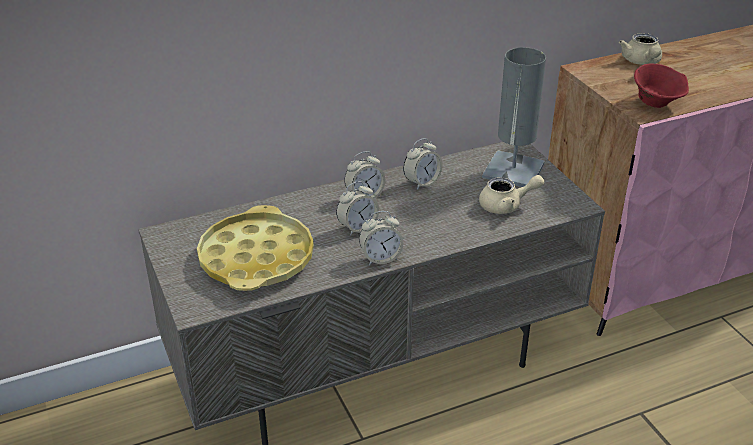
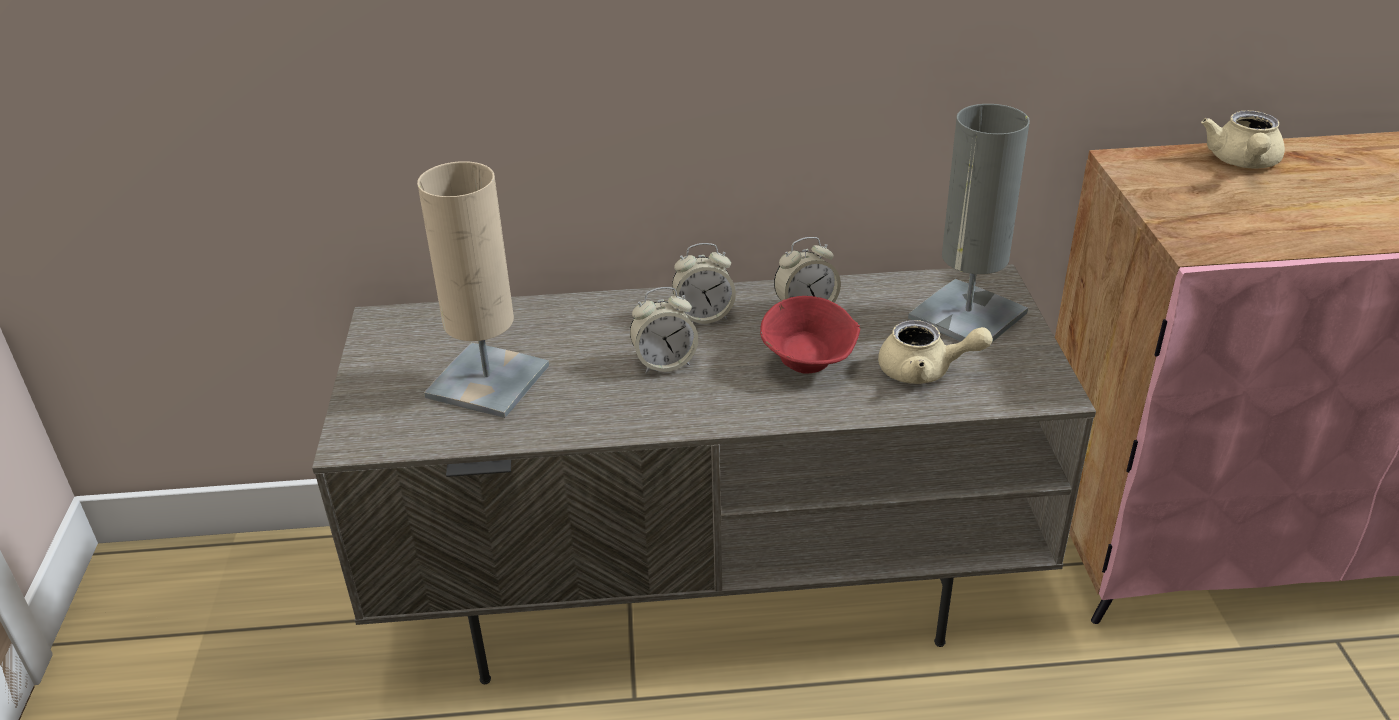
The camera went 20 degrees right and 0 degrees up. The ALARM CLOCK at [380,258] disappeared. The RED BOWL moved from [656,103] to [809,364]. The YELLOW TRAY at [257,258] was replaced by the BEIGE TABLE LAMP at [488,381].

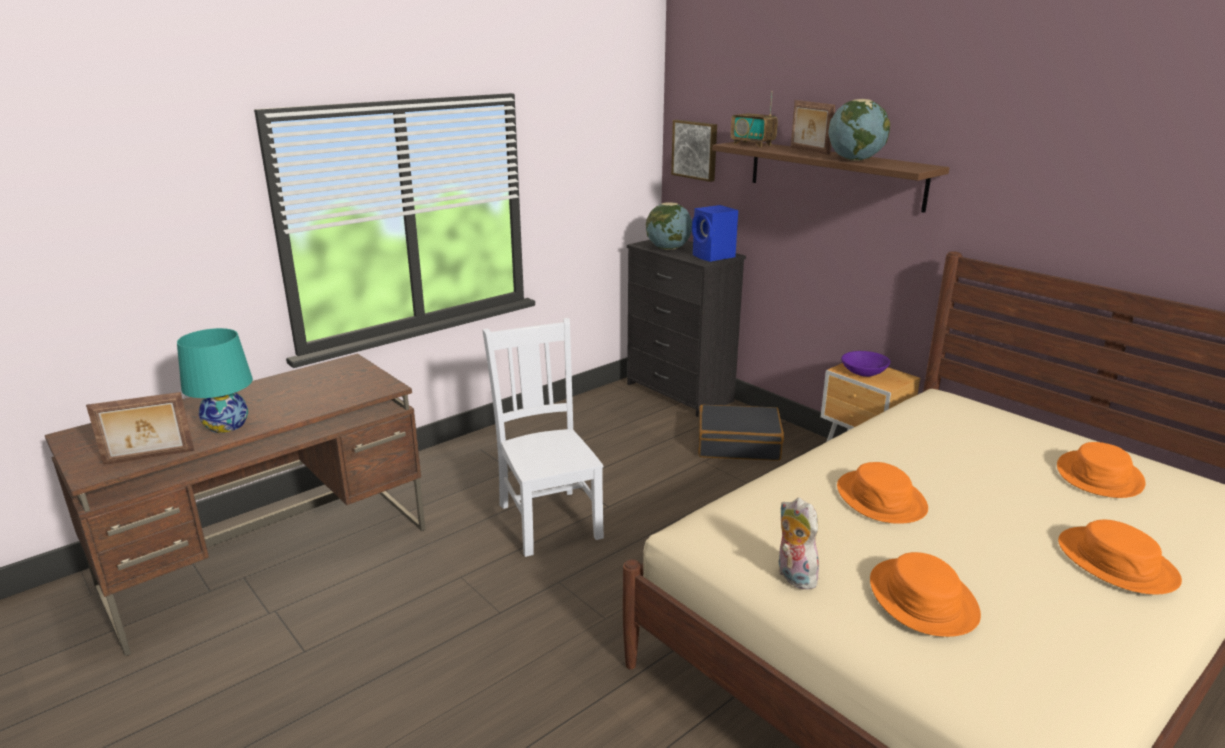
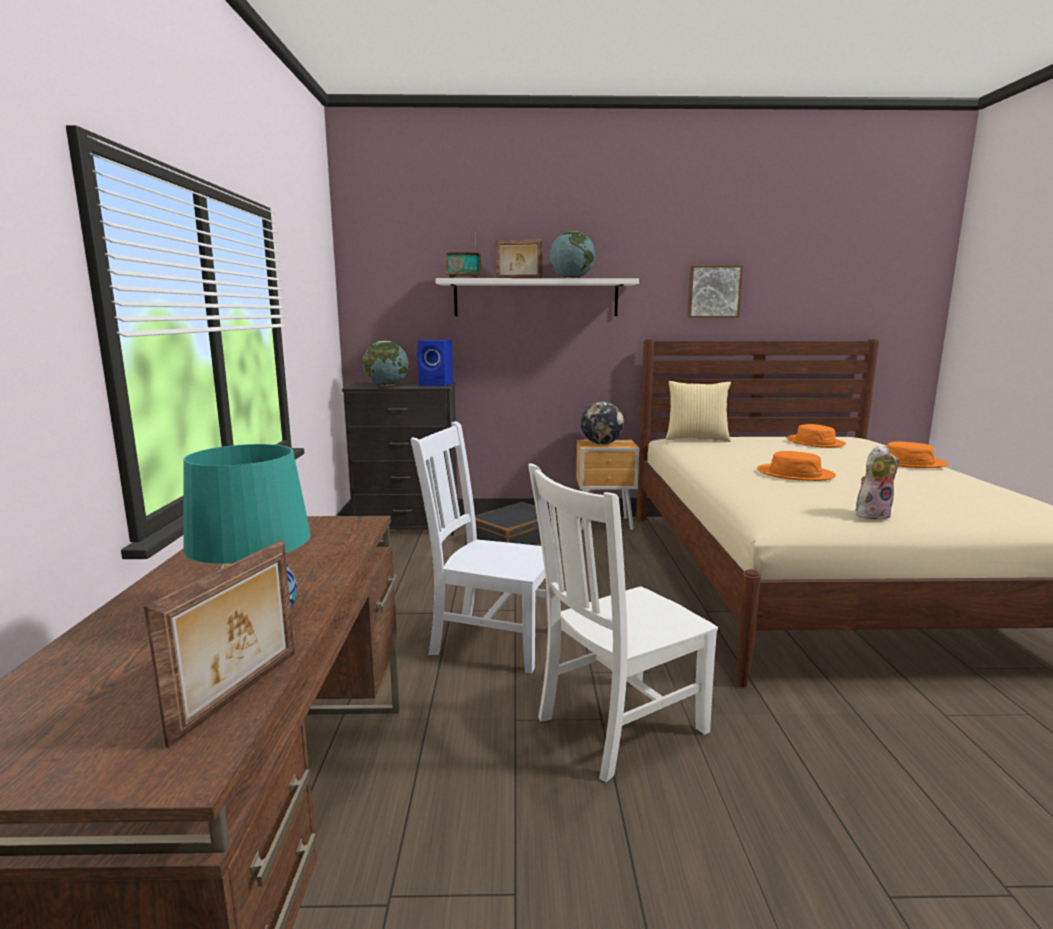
The camera went 50 degrees left and 10 degrees down. The ORANGE HAT at [922,598] disappeared. The WHITE CHAIR at [617,726] appeared. The PILLOW at [696,439] appeared. The PICTURE moved from [695,150] to [713,292]. The PURPLE BOWL at [864,372] was replaced by the GLOBE at [601,444]. The BROWN SHELF at [834,174] became the WHITE SHELF at [536,298]. The PLUSH TOY at [793,576] turned 150 degrees clockwise.

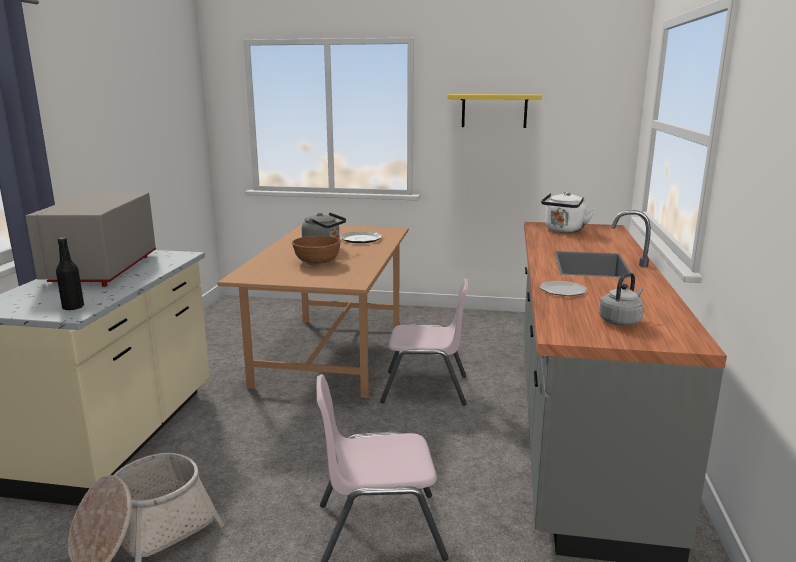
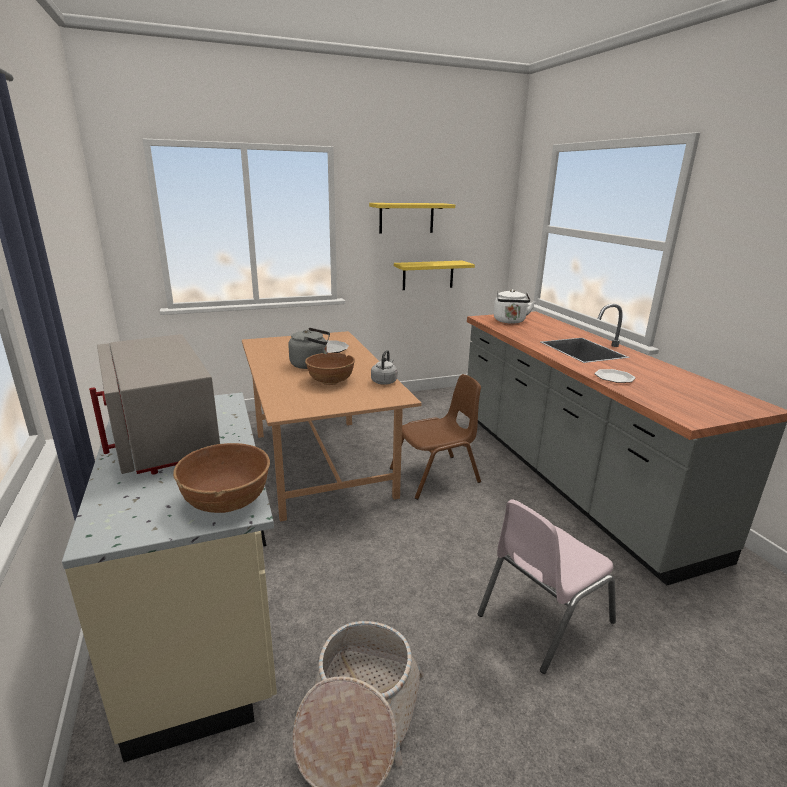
The camera went 30 degrees left and 5 degrees up. The YELLOW SHELF at [428,275] appeared. The GREY KETTLE moved from [621,321] to [384,381]. The BLACK BOTTLE at [73,307] was replaced by the BROWN BOWL at [227,501]. The PINK CHAIR at [425,389] became the BROWN CHAIR at [435,476].

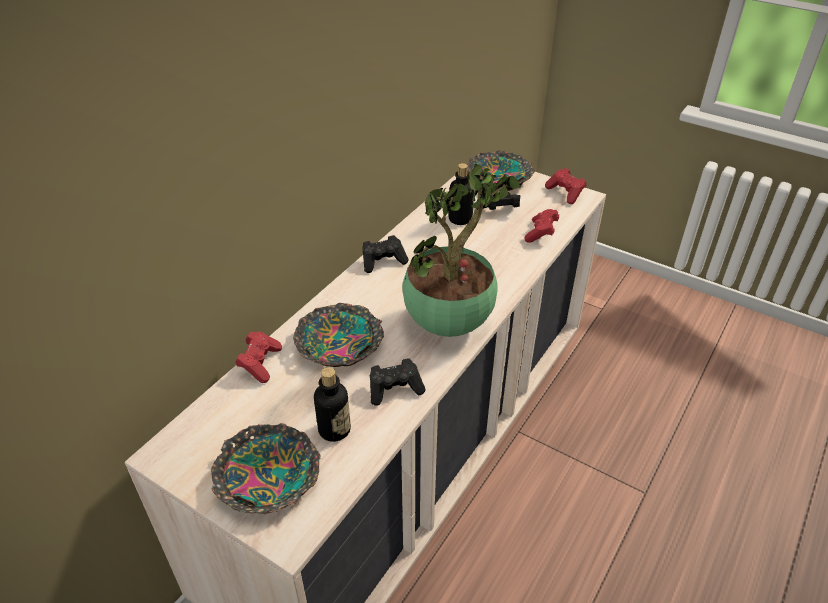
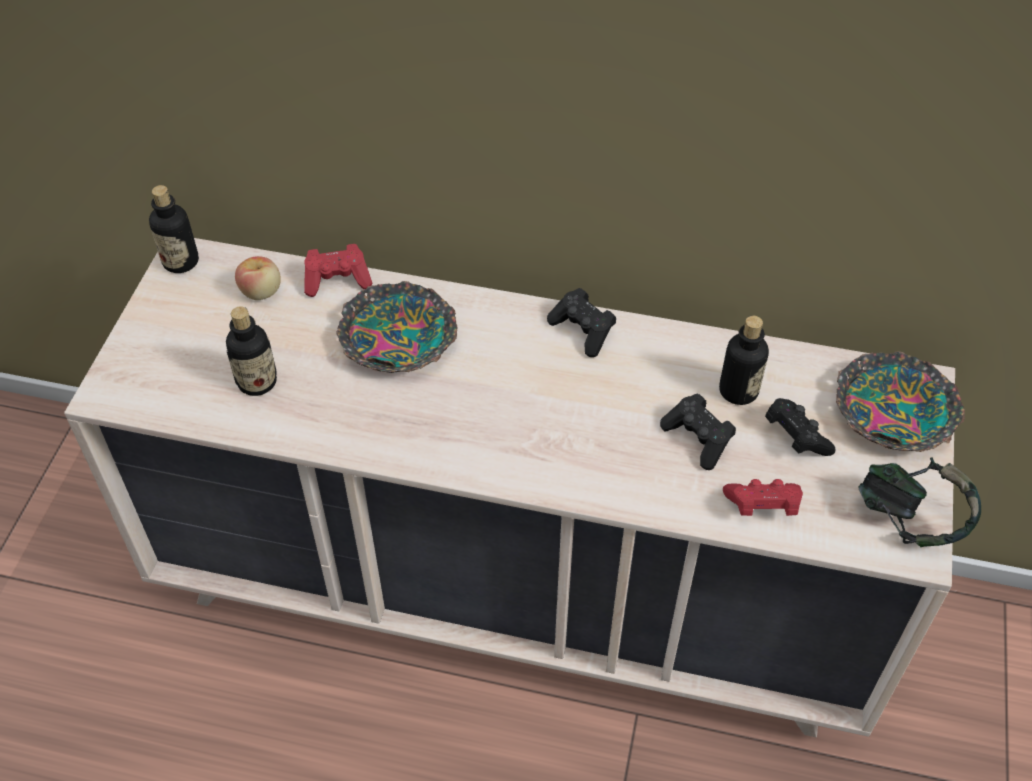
The camera went 70 degrees right and 10 degrees up. The BOWL at [268,478] disappeared. The POTTED PLANT at [450,322] disappeared. The BOTTLE at [181,261] appeared. The APPLE at [262,291] appeared. The BLACK GAME CONTROLLER moved from [395,389] to [698,439]. The RED GAME CONTROLLER at [565,193] was replaced by the HEADPHONES at [910,520].

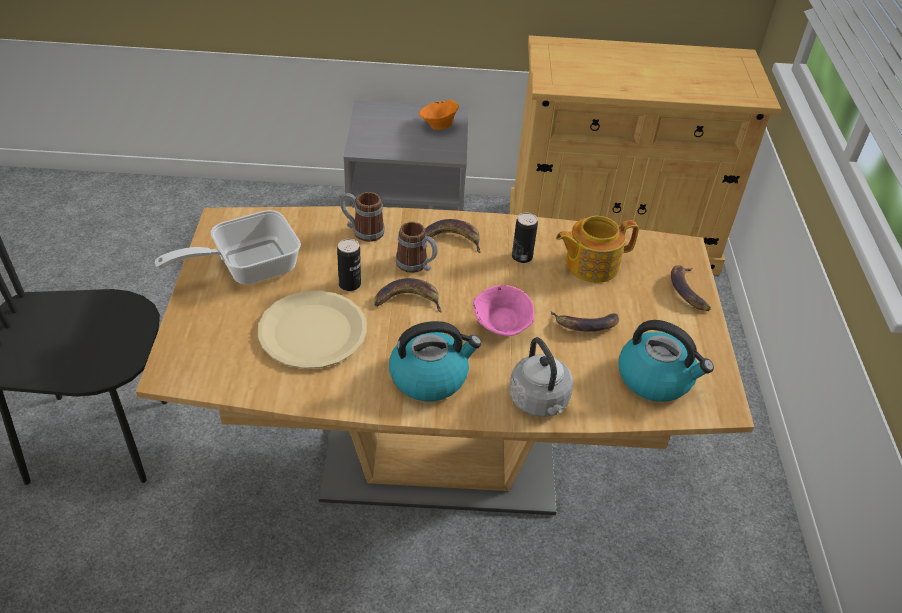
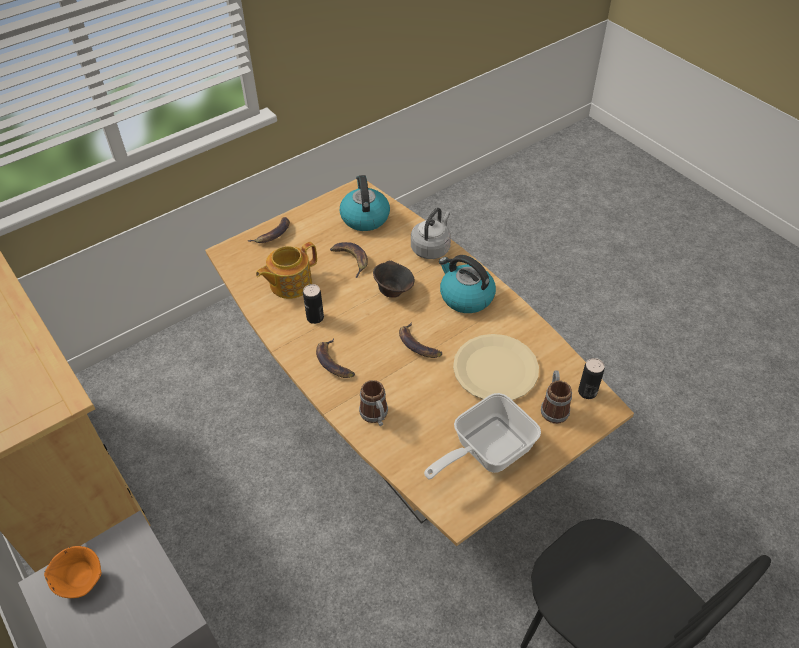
The camera went 125 degrees left and 5 degrees up. The CAN moved from [349,284] to [587,392]. The MUG moved from [416,265] to [553,407]. The PINK BOWL at [502,328] became the BROWN BOWL at [393,290]. The FRYING PAN at [246,267] turned 120 degrees clockwise. The TEAPOT at [590,264] turned 105 degrees clockwise.

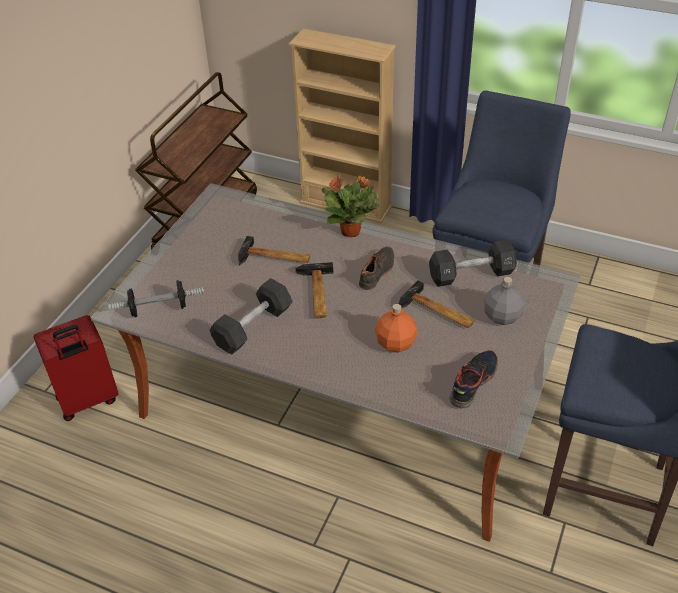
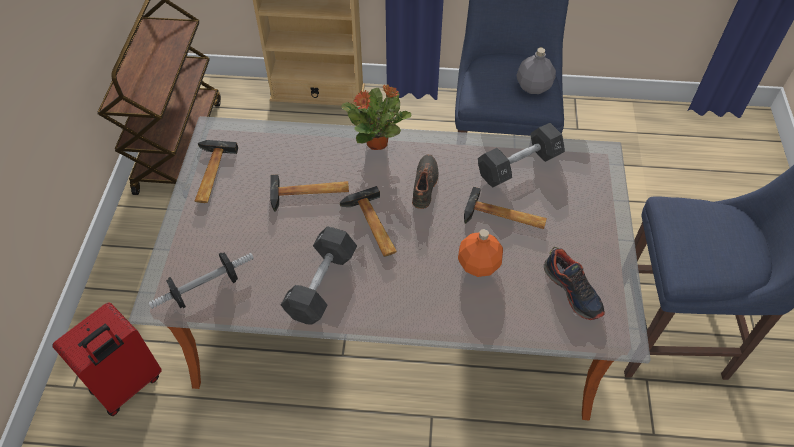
The camera went 20 degrees left and 10 degrees up. The HAMMER at [210,174] appeared. The GREY BOTTLE moved from [502,317] to [534,87]. The SHOE at [472,383] turned 135 degrees clockwise.

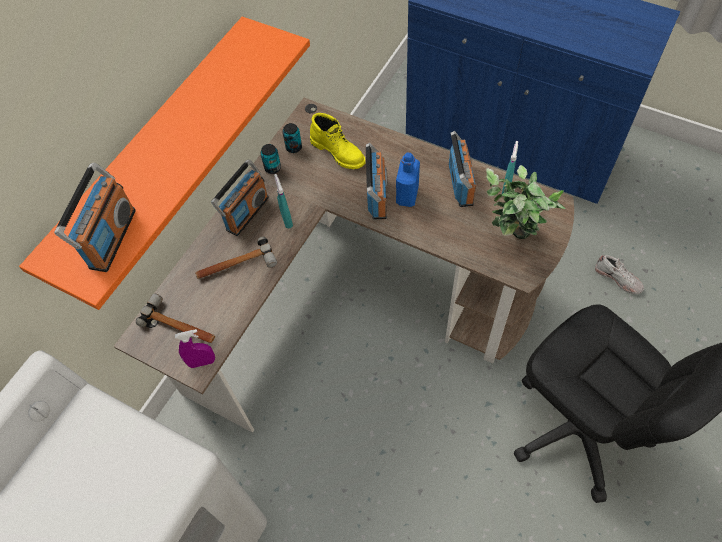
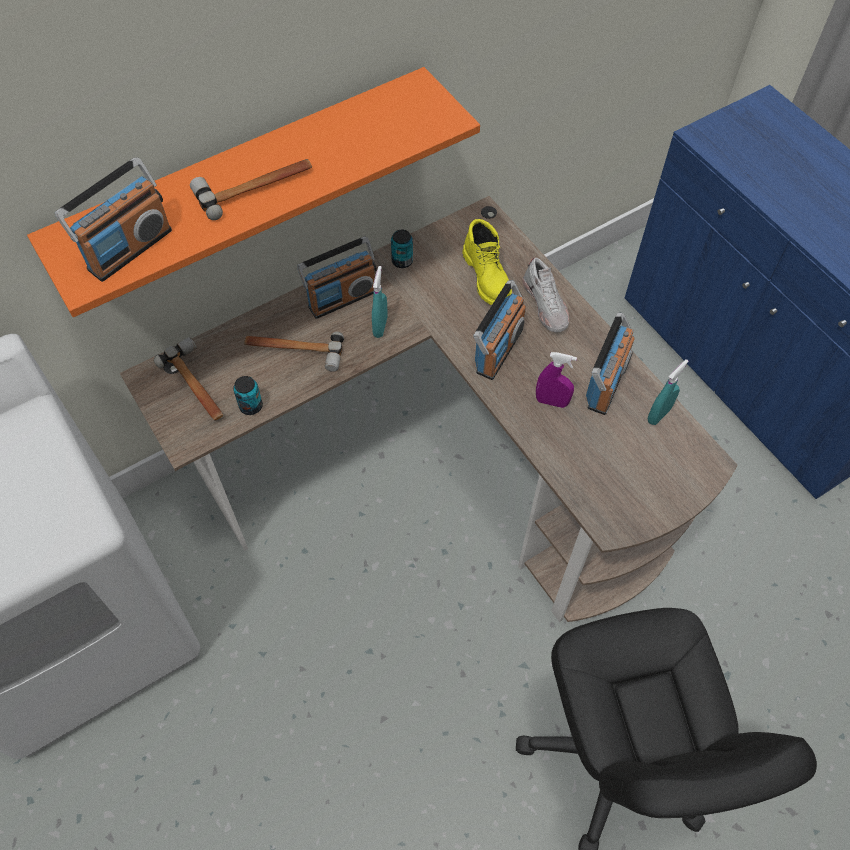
The camera went 25 degrees right and 0 degrees up. The BLUE BOTTLE at [407,195] disappeared. The POTTED PLANT at [512,241] disappeared. The HAMMER at [255,187] appeared. The PURPLE SPRAY BOTTLE moved from [202,362] to [551,402]. The CAN moved from [294,147] to [251,406]. The WHITE SHOE moved from [618,278] to [546,305].

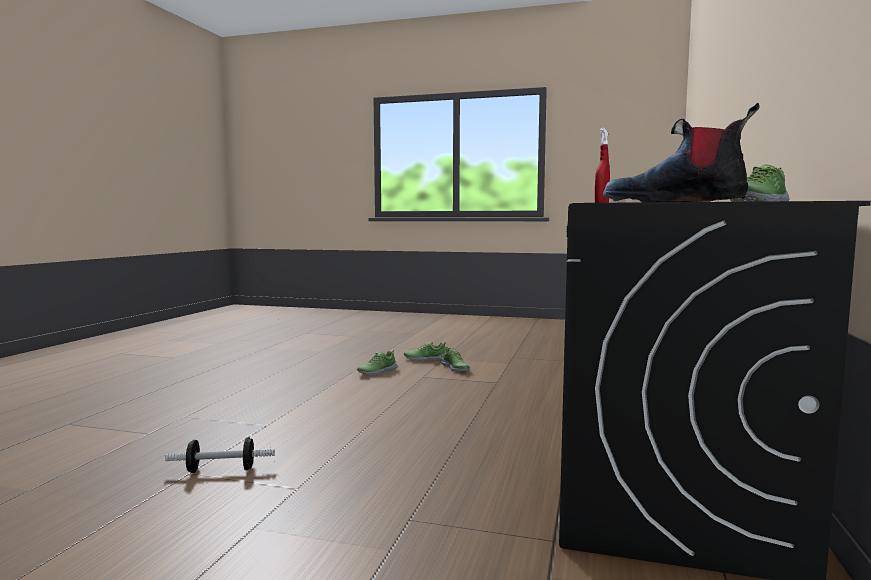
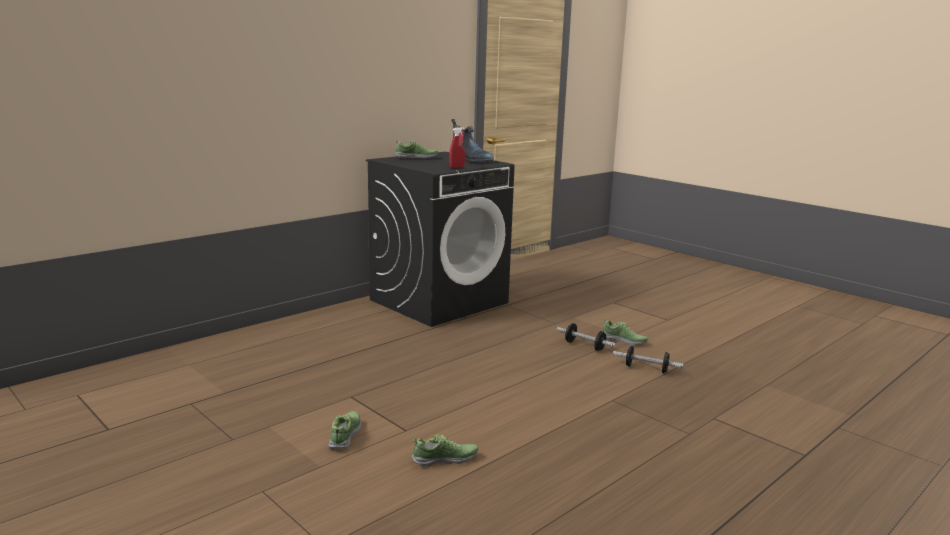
The camera went 150 degrees left and 10 degrees up. The DUMBBELL at [584,346] appeared. The SHOE moved from [425,359] to [624,340].

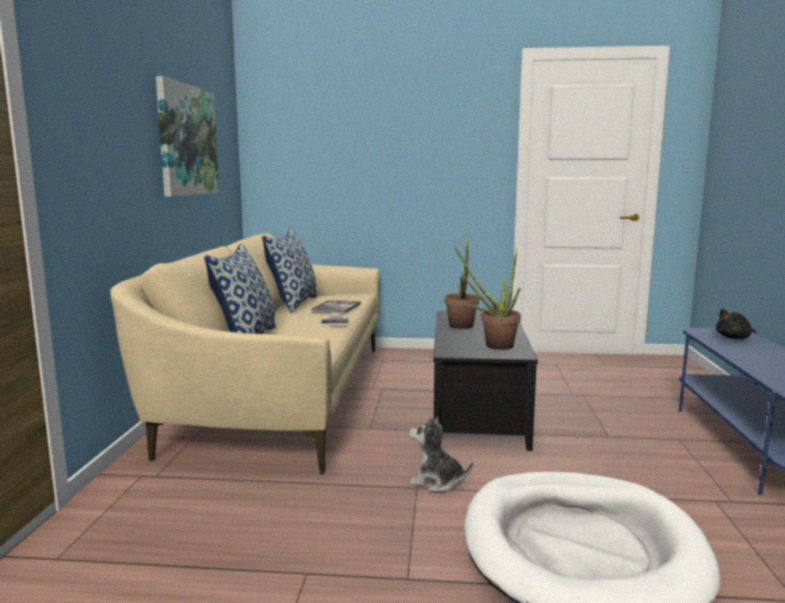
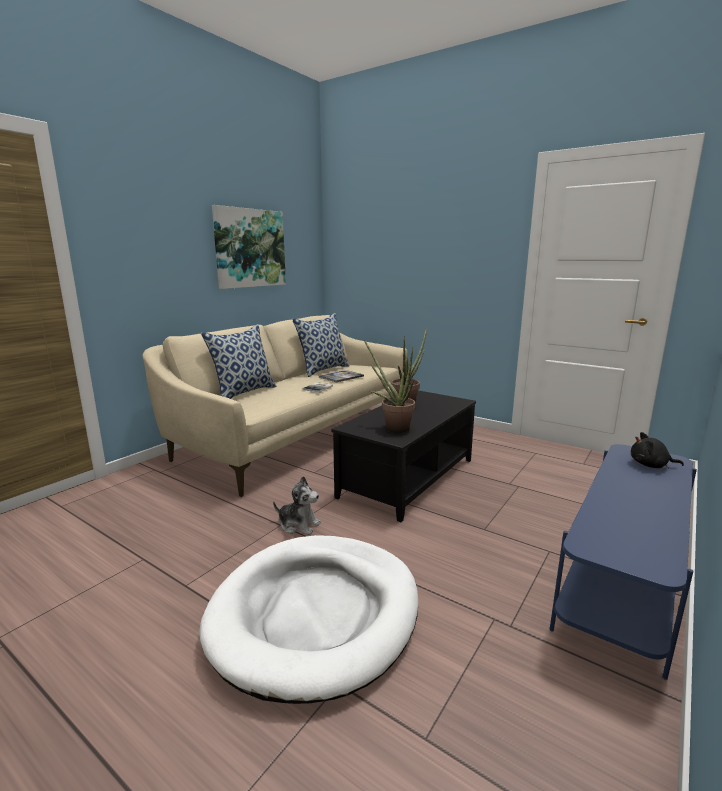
The camera went 30 degrees right and 5 degrees up. The PLUSH TOY at [437,482] turned 150 degrees clockwise.

